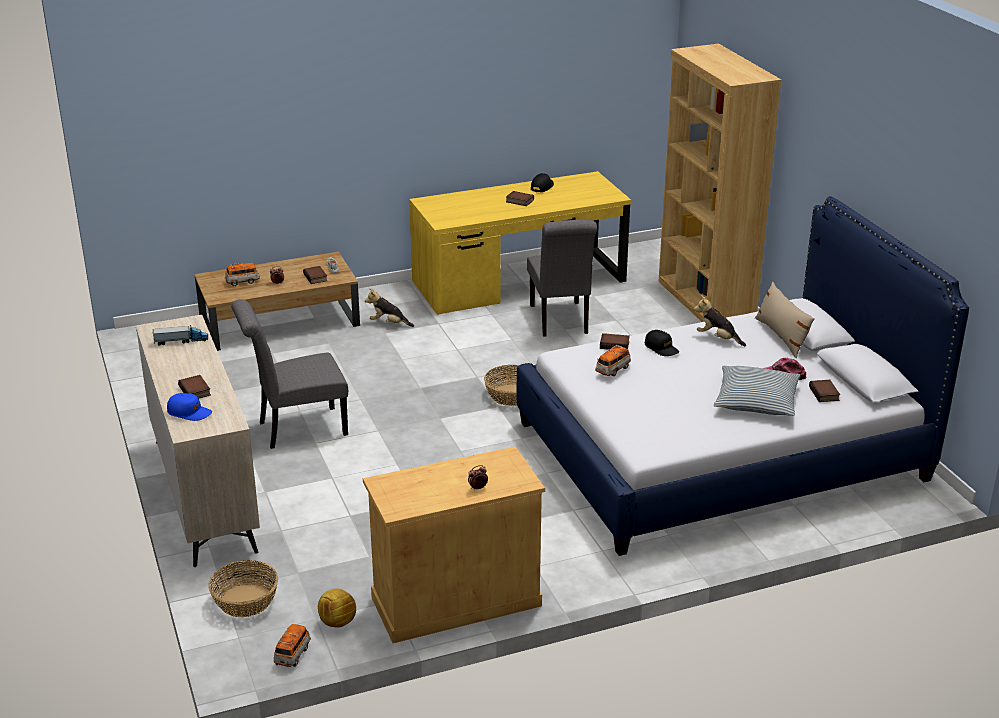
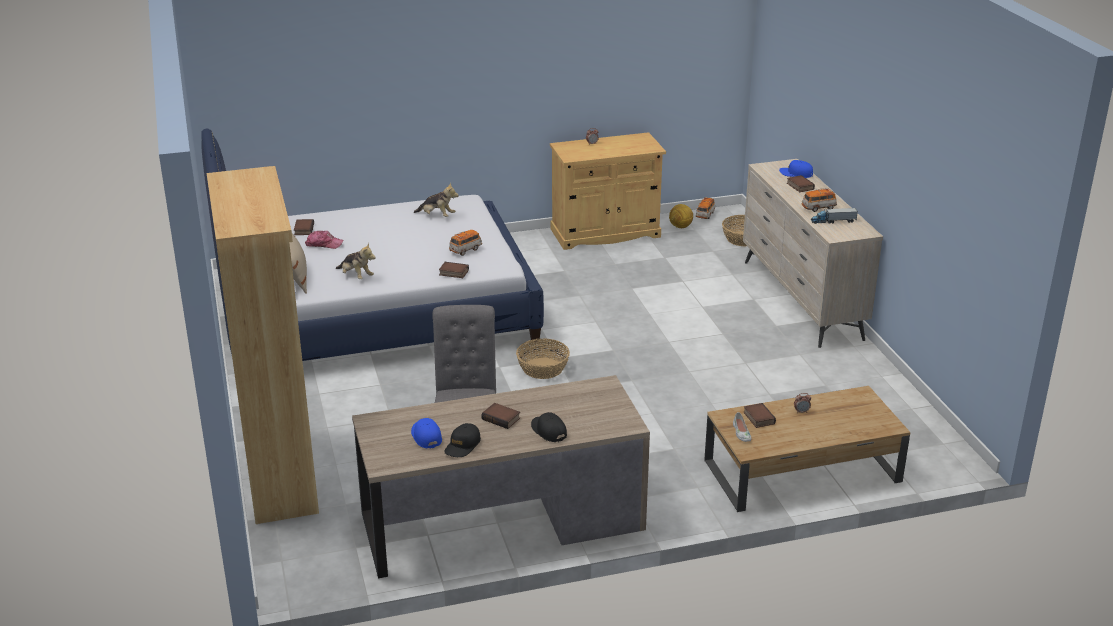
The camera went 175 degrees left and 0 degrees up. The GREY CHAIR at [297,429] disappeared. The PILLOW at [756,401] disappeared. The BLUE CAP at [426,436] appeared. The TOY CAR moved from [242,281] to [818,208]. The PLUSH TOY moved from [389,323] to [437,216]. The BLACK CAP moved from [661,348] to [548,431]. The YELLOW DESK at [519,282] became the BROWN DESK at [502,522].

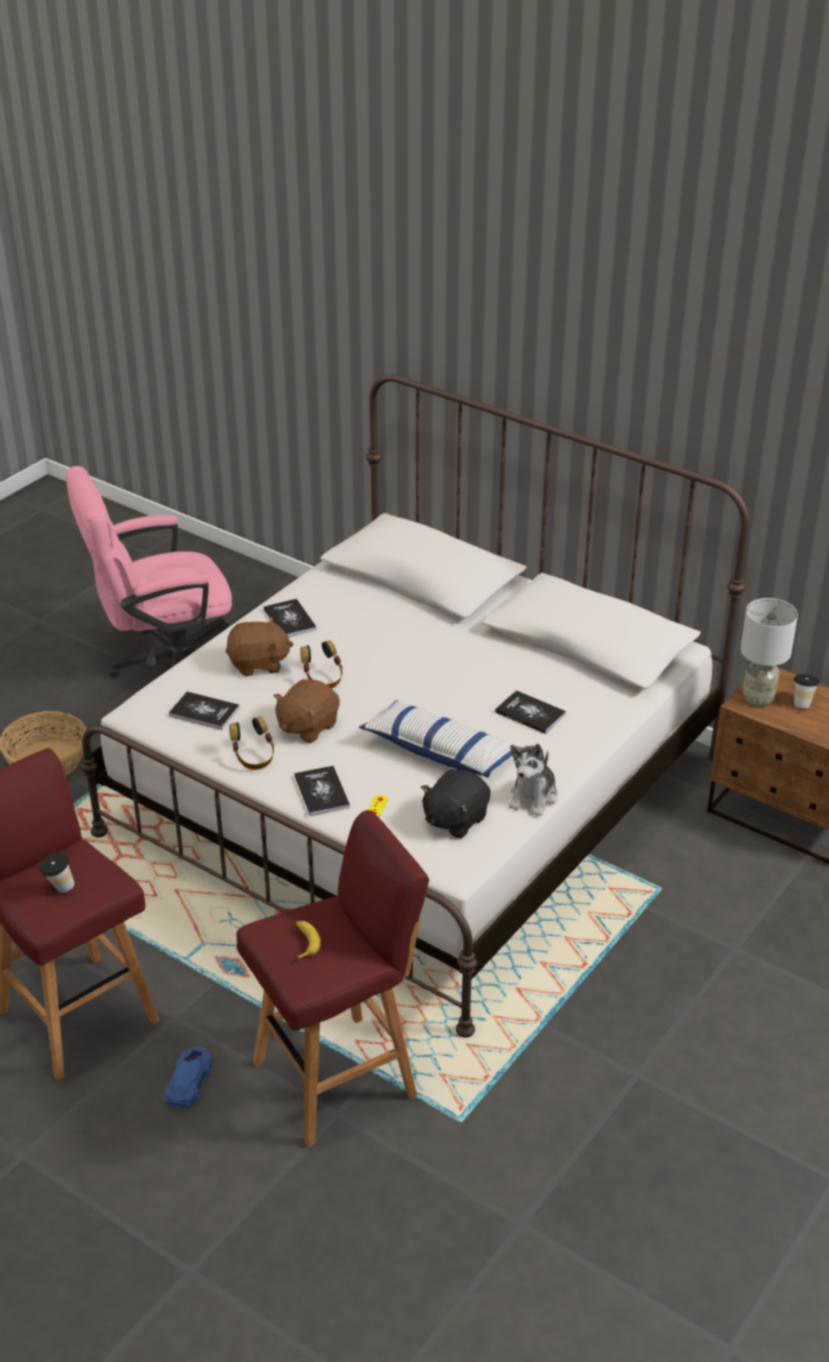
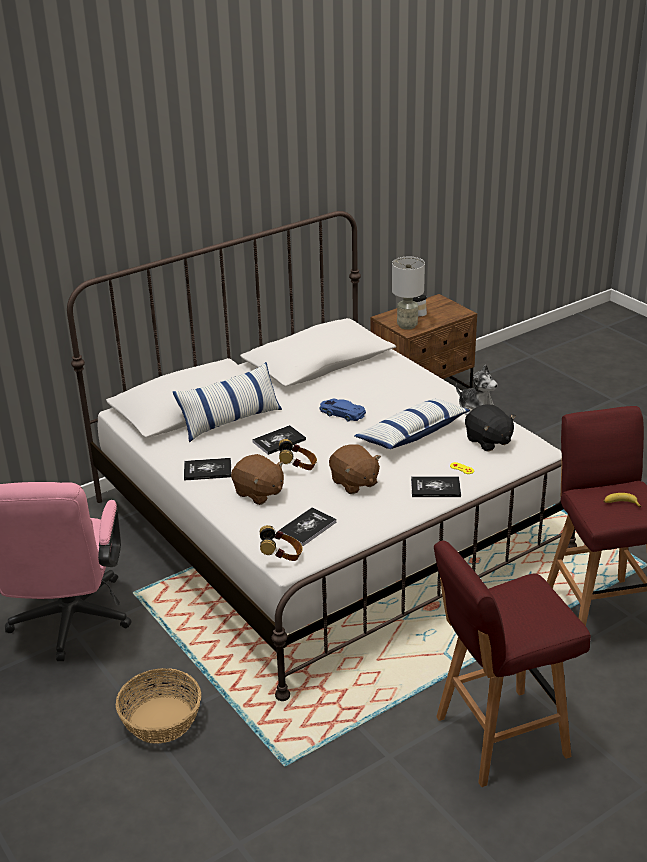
The camera went 70 degrees left and 5 degrees down. The CUP at [59,888] disappeared. The PILLOW at [230,420] appeared. The BLUE TOY CAR moved from [189,1081] to [342,413]. The HEADPHONES moved from [254,758] to [282,557]. The BOOK moved from [530,713] to [279,441]. The BROWN PLUSH TOY at [258,664] turned 120 degrees clockwise.

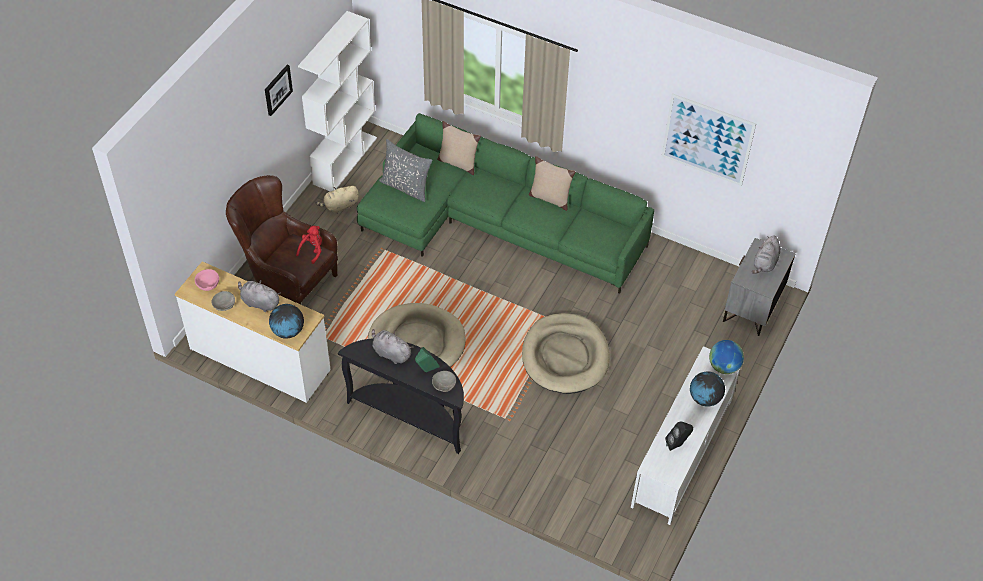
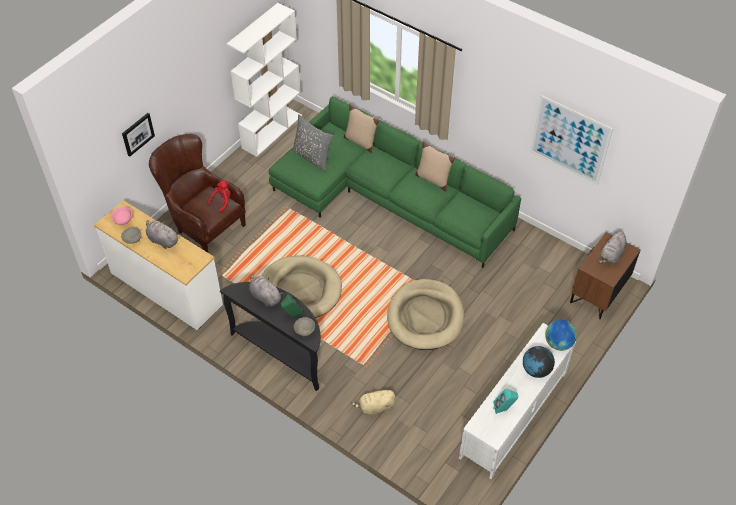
The camera went 10 degrees right and 0 degrees up. The GLOBE at [288,331] disappeared. The PICTURE moved from [277,89] to [137,134]. The BEIGE PLUSH TOY moved from [340,206] to [375,407]. The BLACK SPEAKER at [677,445] became the TURQUOISE SPEAKER at [504,409]. The GREY NIGHTSTAND at [752,307] became the BROWN NIGHTSTAND at [598,293].

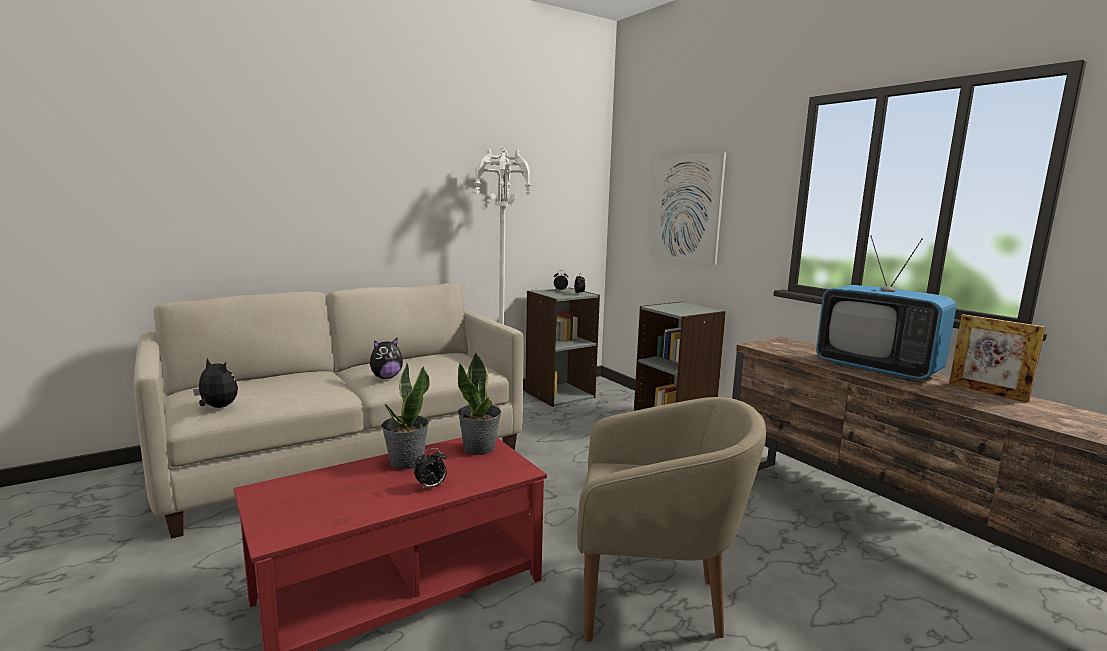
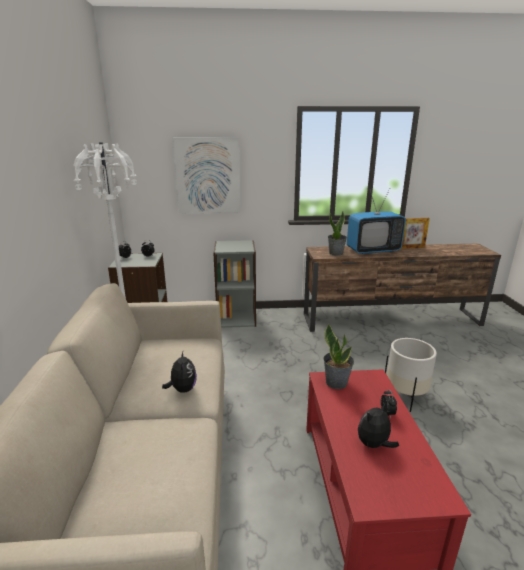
The camera went 60 degrees left and 10 degrees up. The PLUSH TOY moved from [217,407] to [374,445]. The POTTED PLANT moved from [406,462] to [336,253]. The BEIGE ARMCHAIR at [655,601] was replaced by the WHITE PLANTER at [405,396].

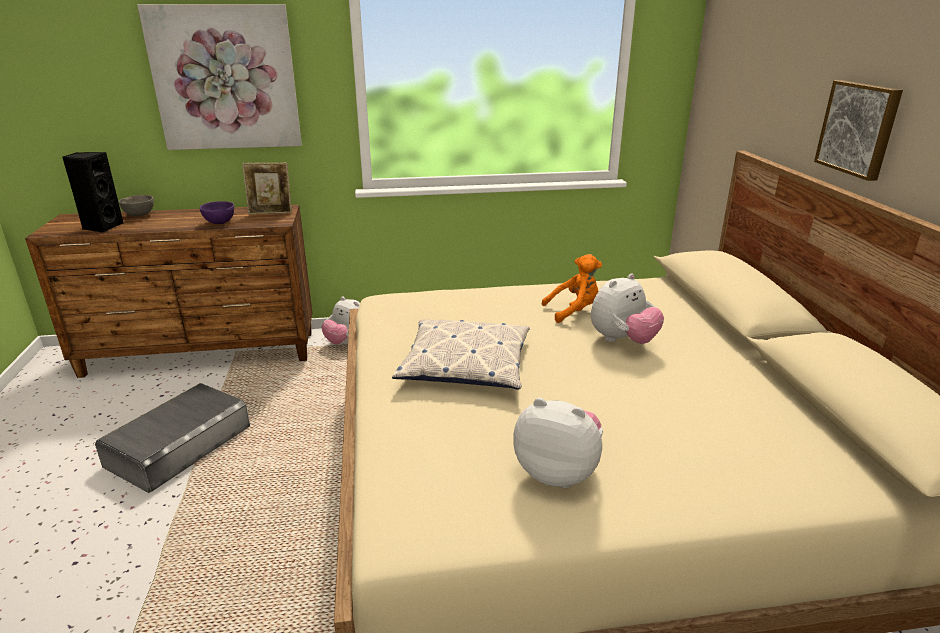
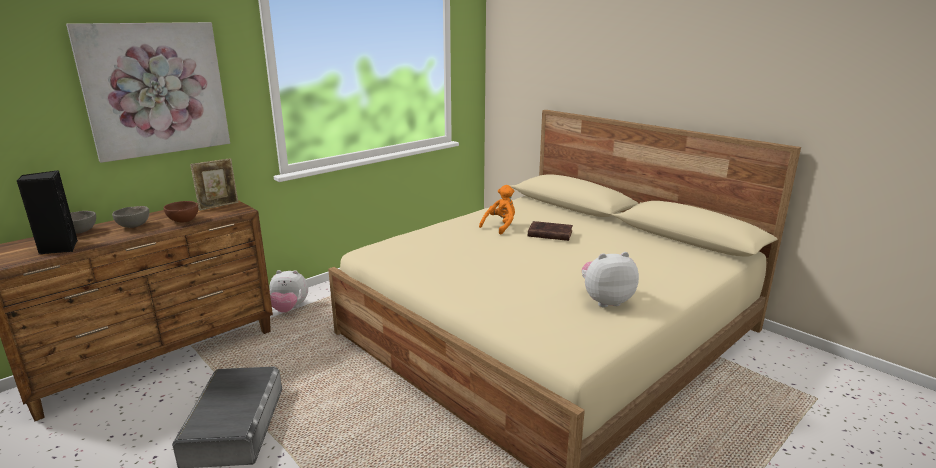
The camera went 35 degrees left and 5 degrees down. The PILLOW at [465,365] disappeared. The PICTURE at [859,128] disappeared. The GREY BOWL at [134,226] appeared. The PLUSH TOY at [622,341] was replaced by the BROWN BOOK at [548,234]. The PURPLE BOWL at [219,222] became the BROWN BOWL at [183,221].

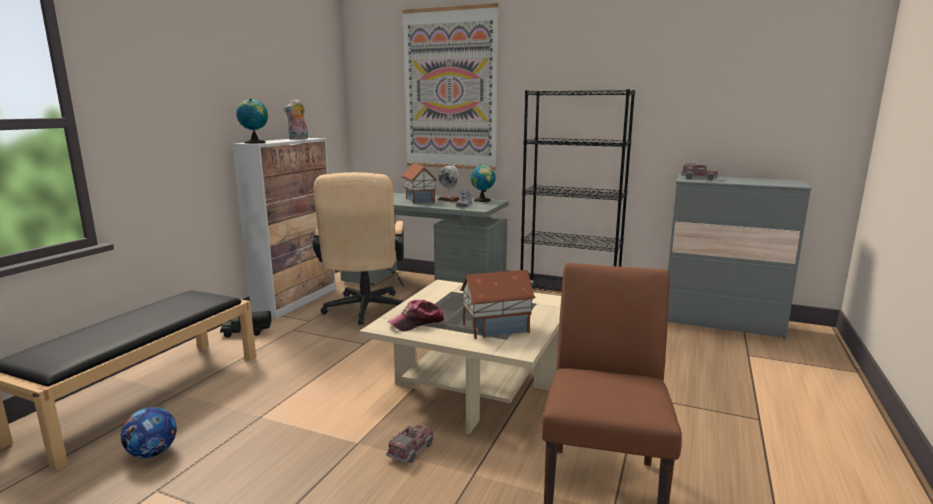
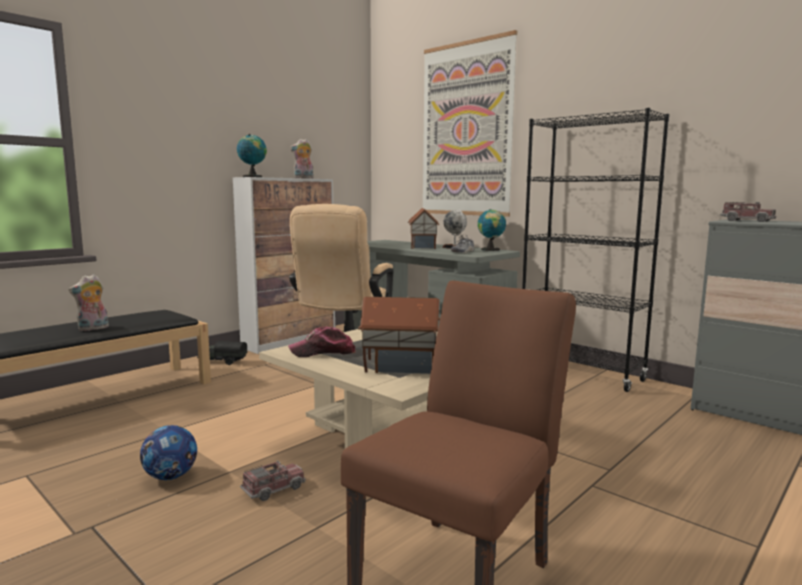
The camera went 20 degrees right and 5 degrees down. The PLUSH TOY at [93,329] appeared. The FOOTBALL moved from [152,453] to [170,476].

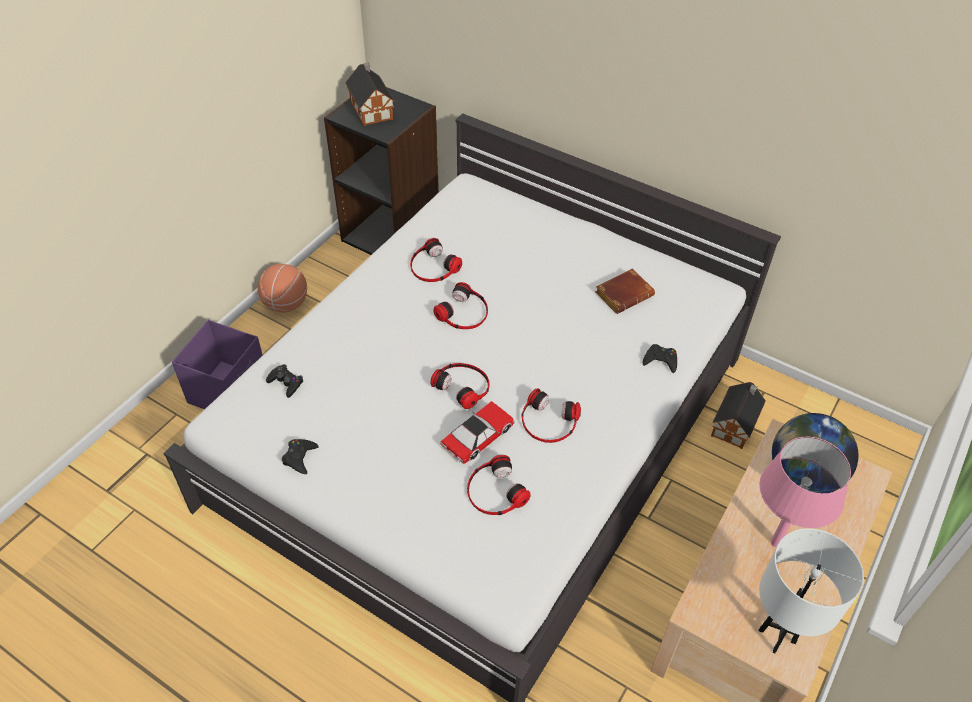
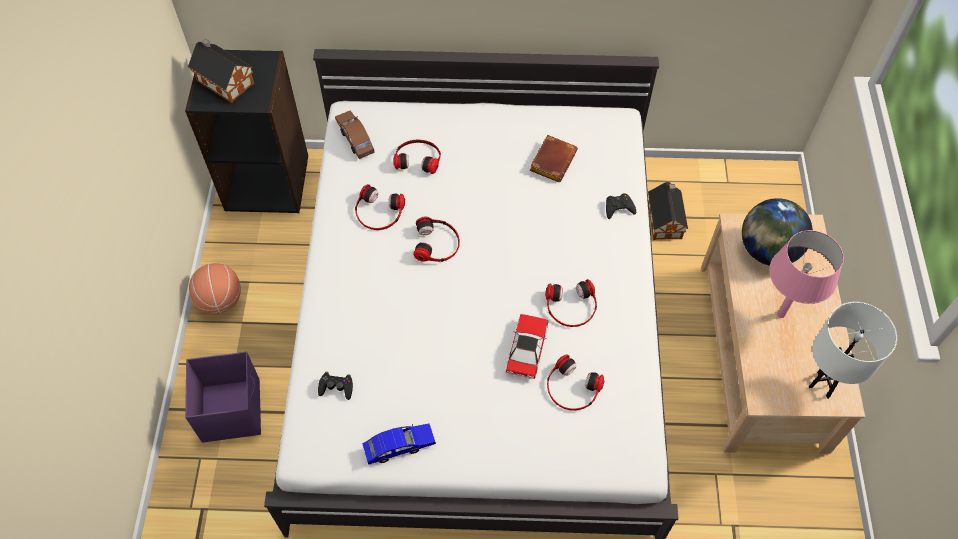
The camera went 30 degrees left and 10 degrees up. The BROWN TOY CAR at [355,138] appeared. The HEADPHONES moved from [463,386] to [418,158]. The BLACK GAME CONTROLLER at [299,458] was replaced by the BLUE TOY CAR at [399,446].

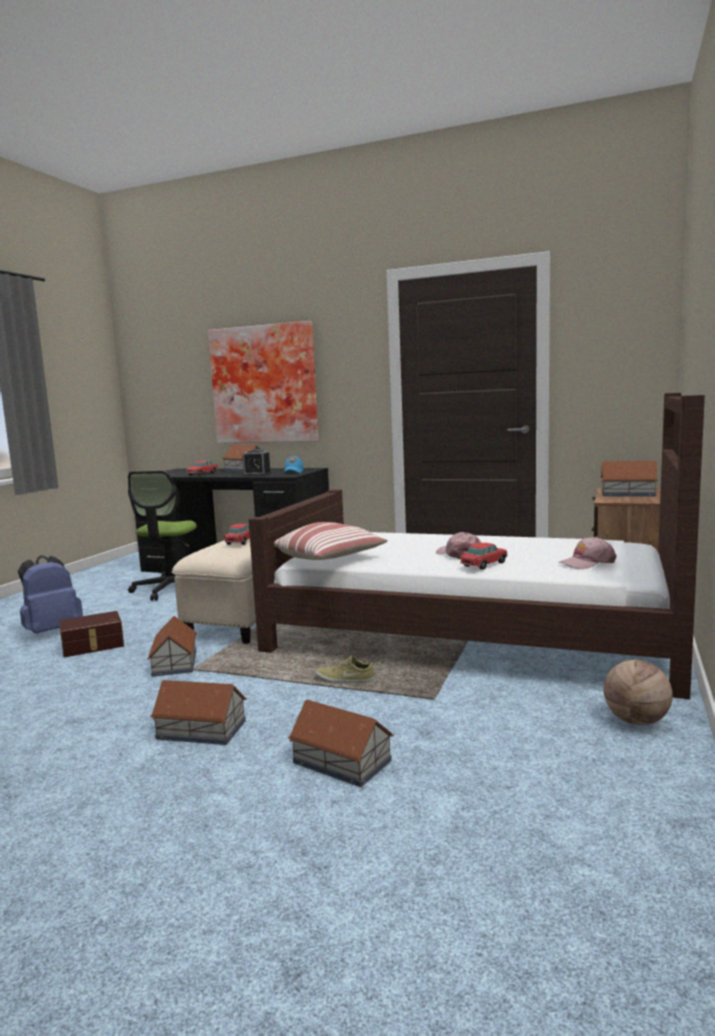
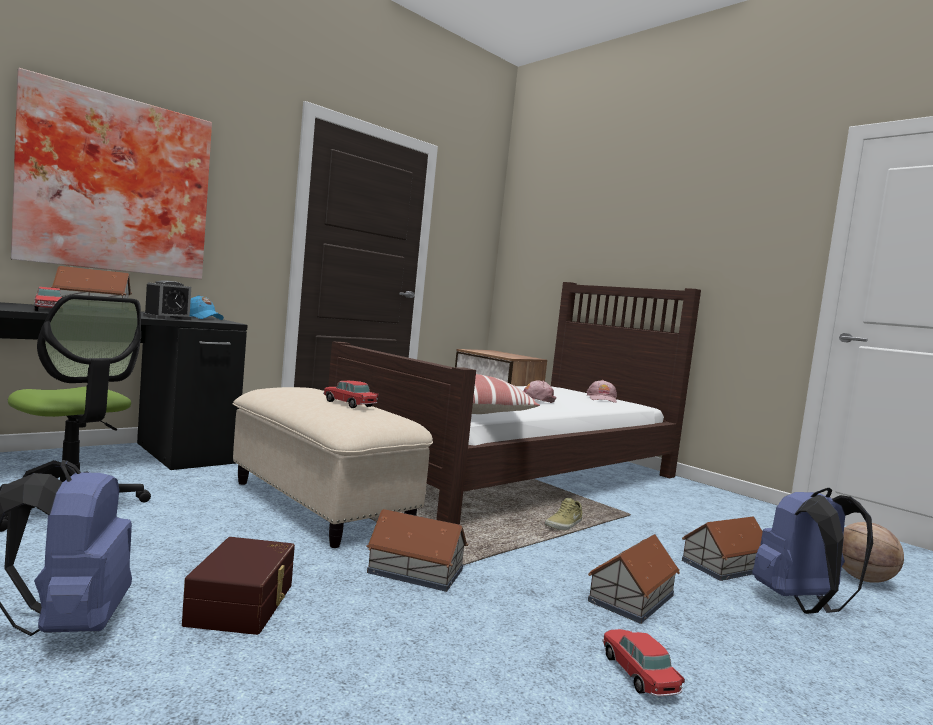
The camera went 65 degrees left and 5 degrees down. The TOY HOUSE at [628,494] disappeared. The BLUE BACKPACK at [802,604] appeared. The TOY CAR moved from [484,564] to [638,673]. The BASKETBALL moved from [636,721] to [863,579].

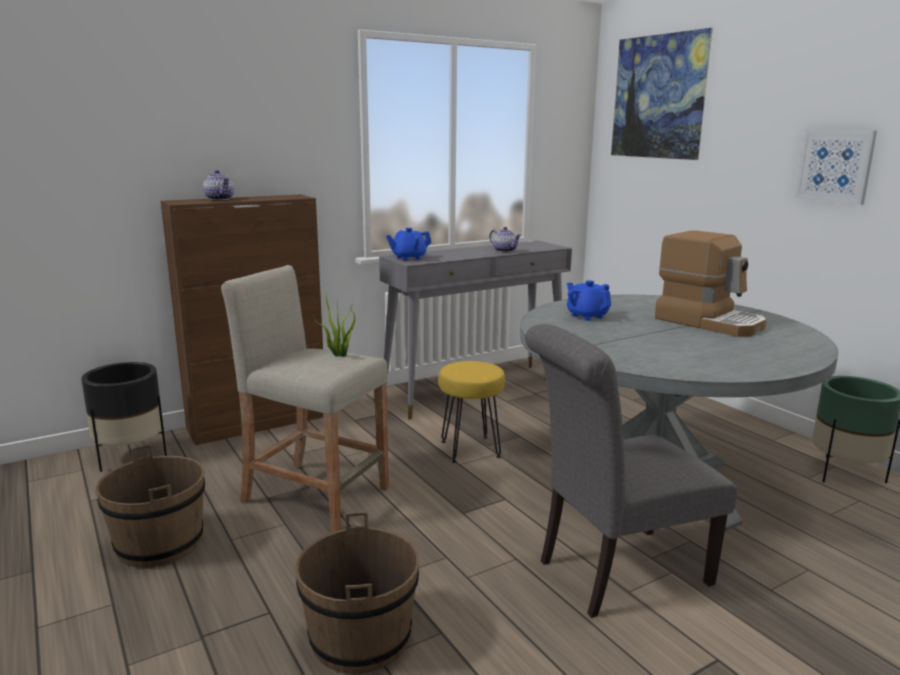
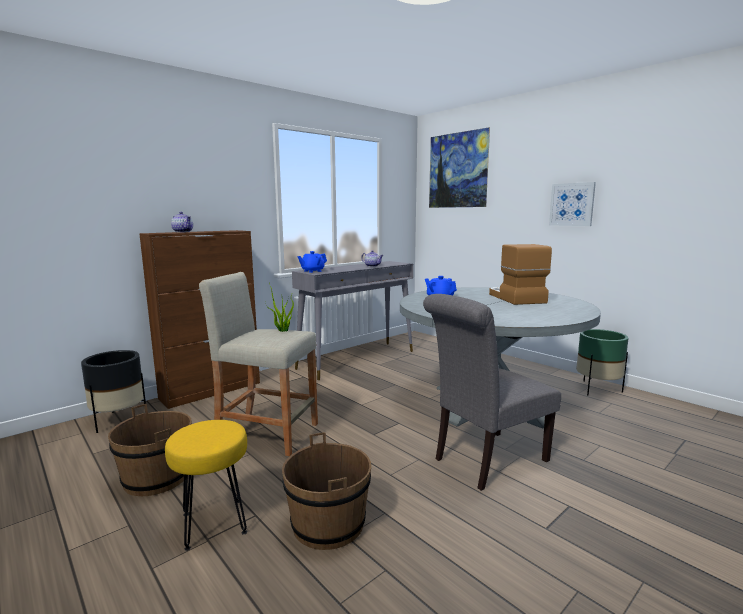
The camera went 10 degrees left and 5 degrees down. The YELLOW STOOL moved from [470,449] to [213,524]. The COFFEE MACHINE at [709,322] turned 135 degrees counterclockwise.

